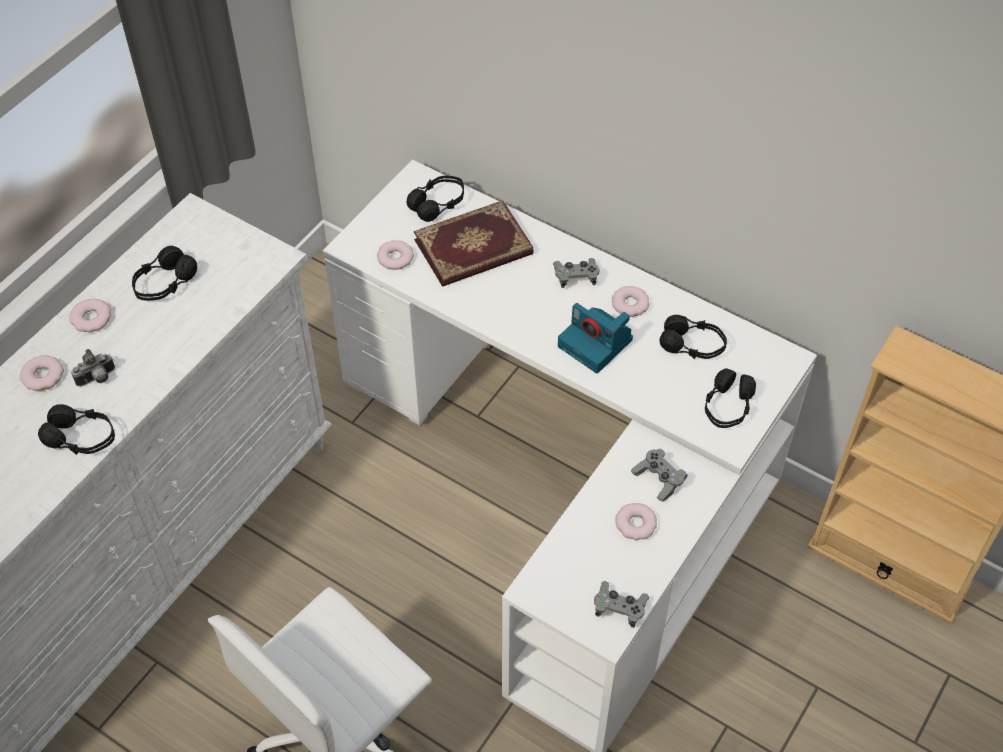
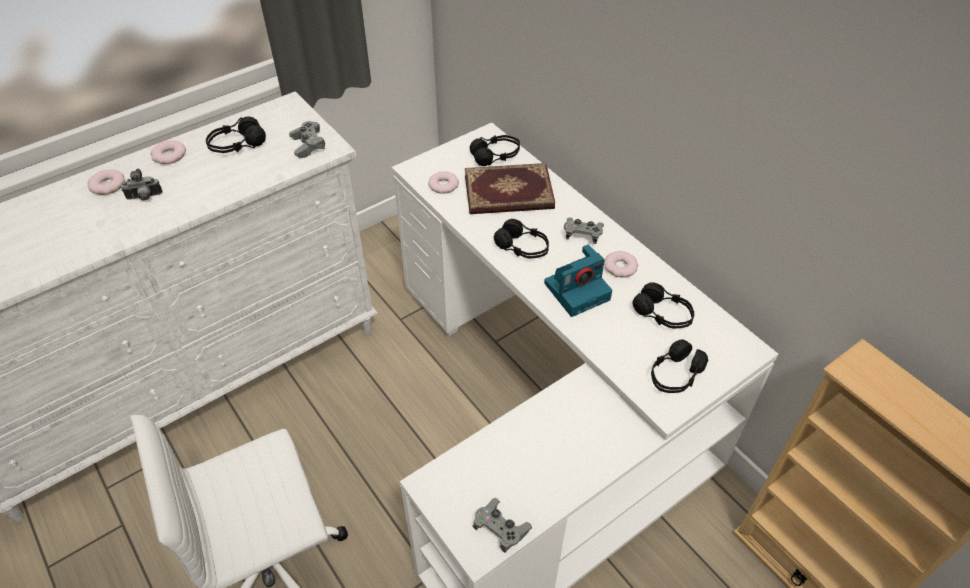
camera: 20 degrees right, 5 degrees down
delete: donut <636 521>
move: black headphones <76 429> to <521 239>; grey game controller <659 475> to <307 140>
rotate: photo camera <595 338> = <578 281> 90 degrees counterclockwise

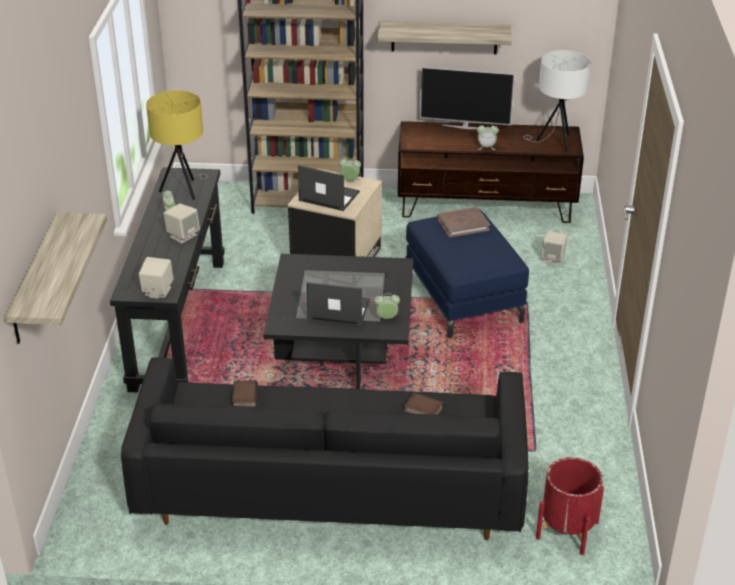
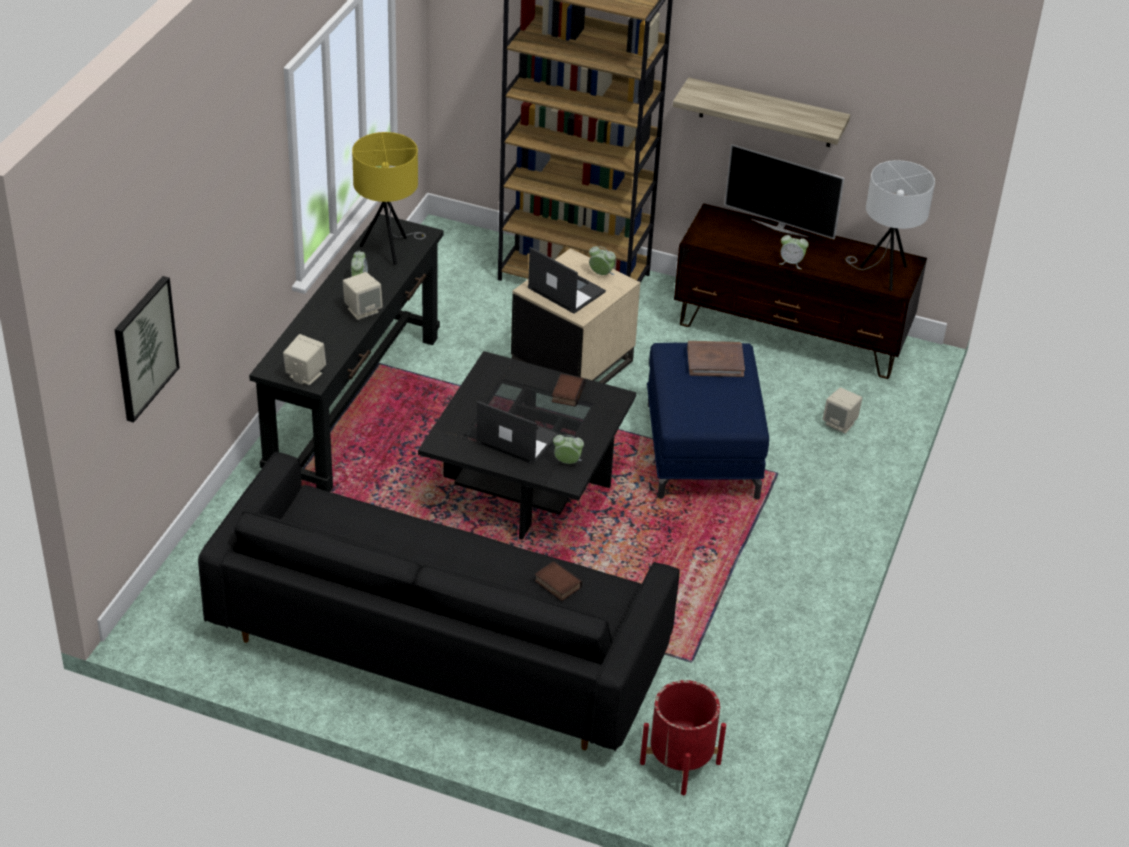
camera: 15 degrees right, 5 degrees up
move: book <245 393> to <569 390>
replace: shelf <56 278> to picture <147 349>

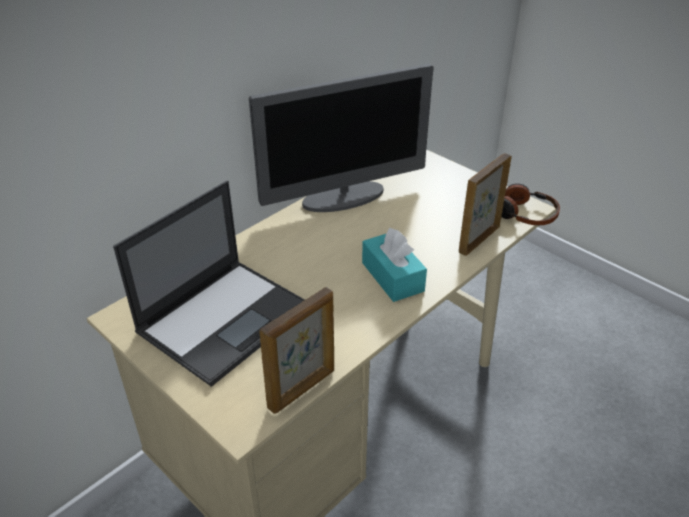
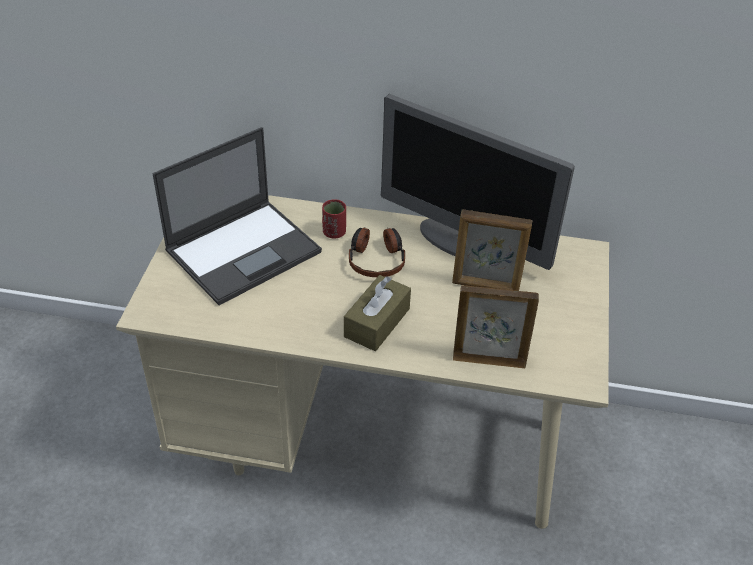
camera: 55 degrees right, 5 degrees up
insert: red cup <334 219>
move: picture frame <296 350> to <492 250>; headphones <531 204> to <377 252>
recolor: turquoise tissue box <394 265> to brown tissue box <377 313>
rotate: laptop <209 283> = <237 216> 45 degrees counterclockwise

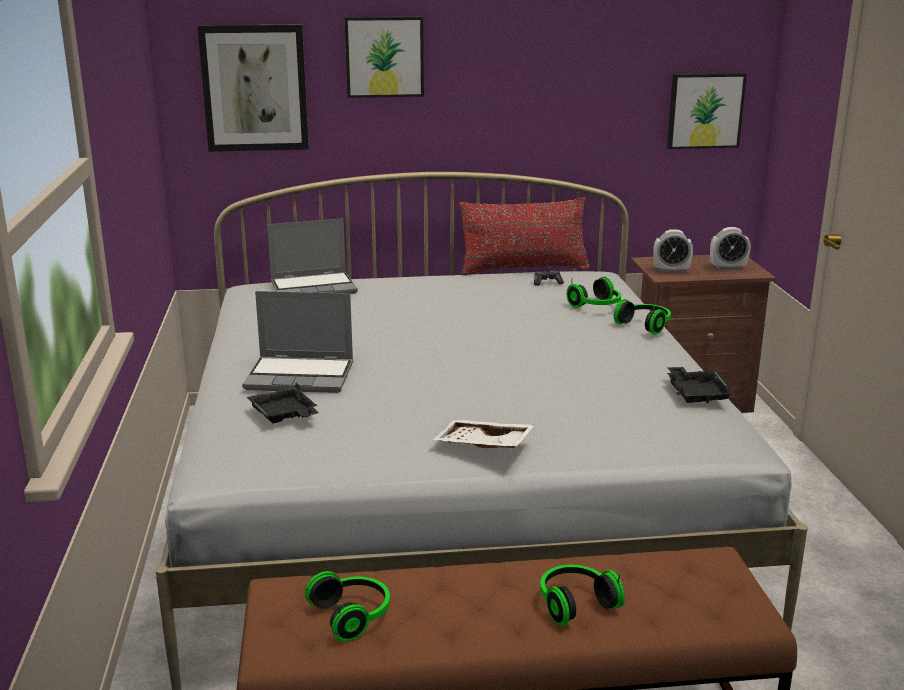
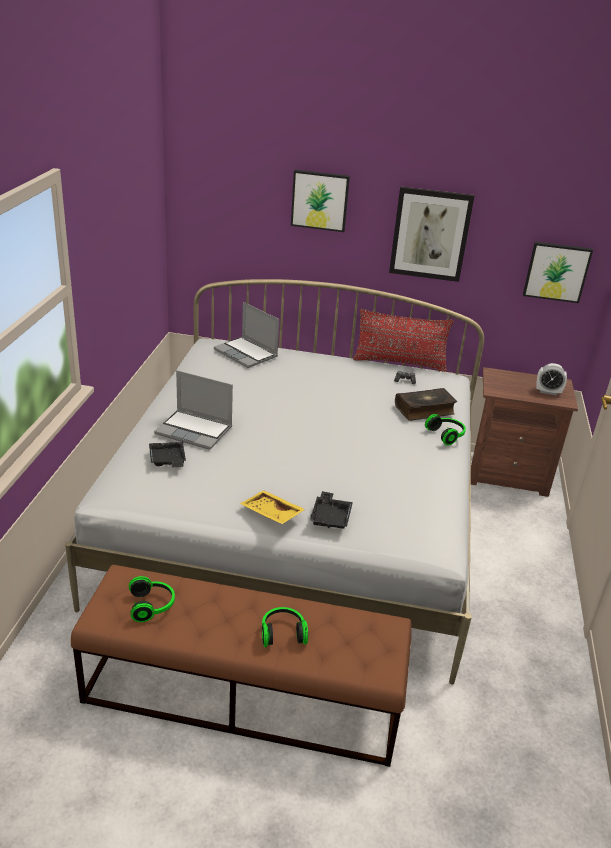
camera: 15 degrees right, 10 degrees up
delete: alarm clock <673 251>
move: picture <253 88> to <431 234>; black tray <700 385> to <331 509>
replace: headphones <593 292> to book <426 404>
recolor: white tray <483 434> to yellow tray <272 507>
rotate: laptop <312 256> = <246 335> 45 degrees clockwise

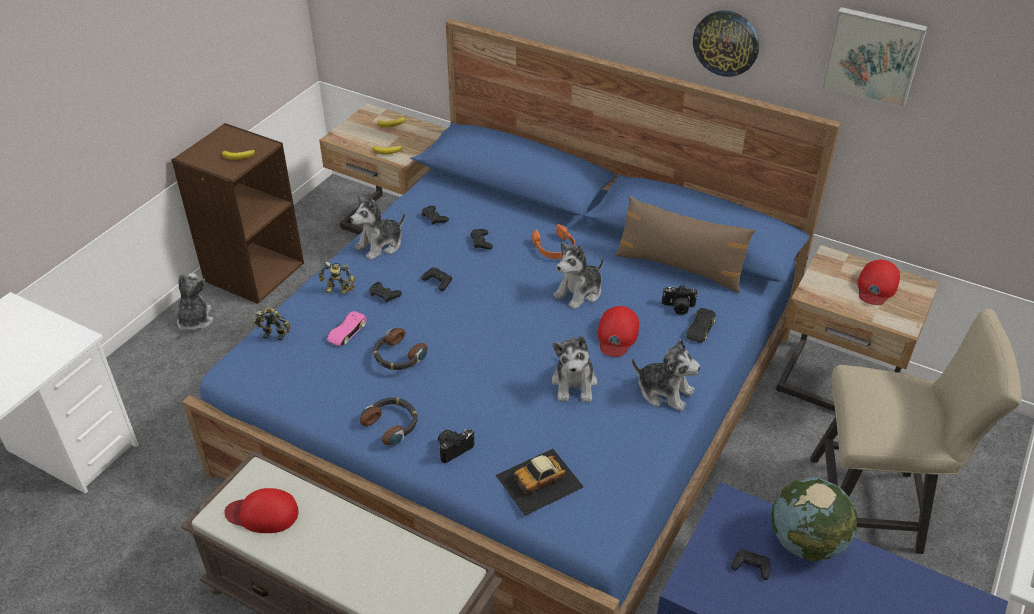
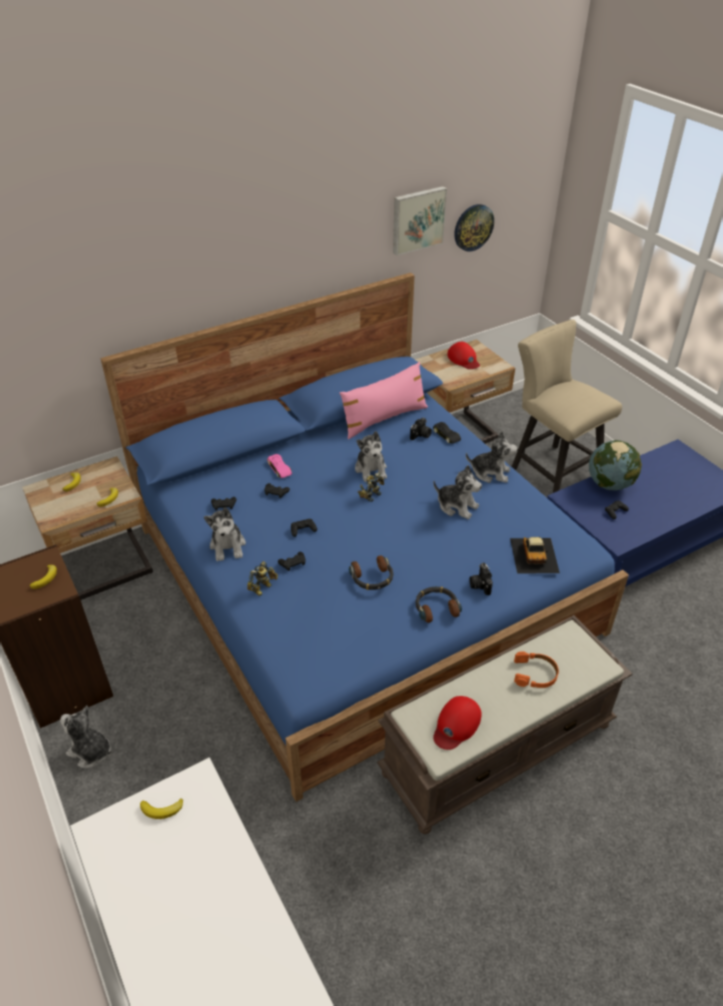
camera: 60 degrees left, 0 degrees up
delete: red cap <618 331>
insert: banana <161 808>
move: toy robot <271 324> to <371 487>; pink toy car <347 328> to <279 466>; orange headphones <553 241> to <536 669>; wall clock <726 44> to <474 227>
recolor: brown pillow <685 244> to pink pillow <383 400>
rotate: plush toy <666 375> = <491 457> 45 degrees clockwise; beige chair <916 431> = <567 406> 75 degrees counterclockwise

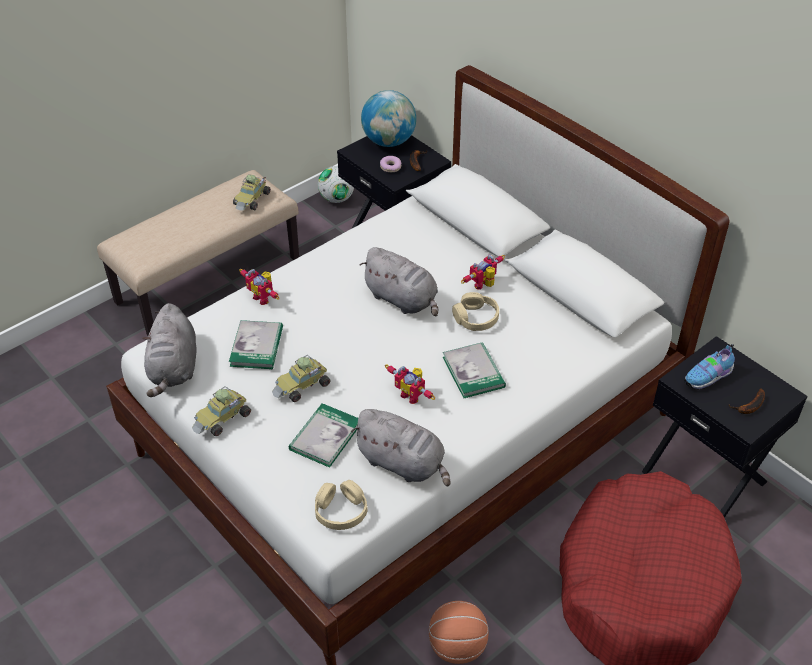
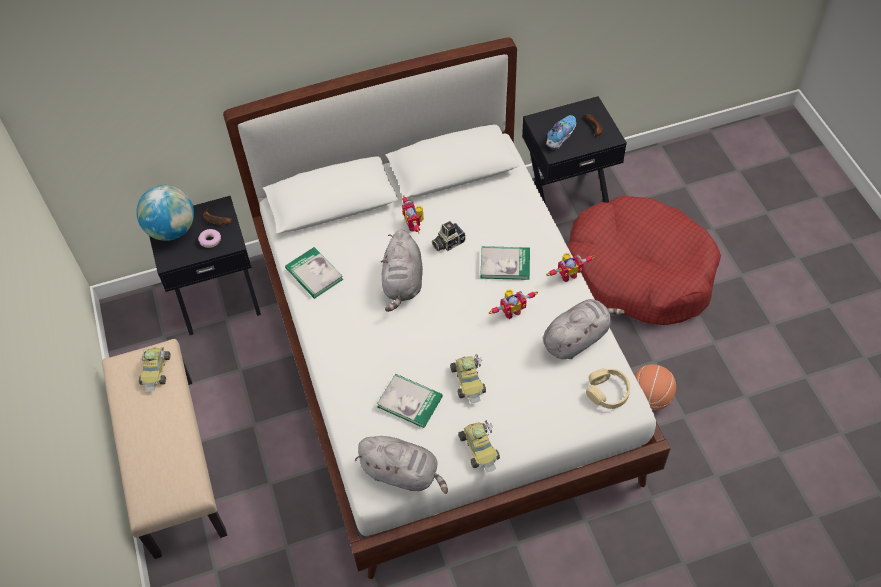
camera: 65 degrees left, 10 degrees up
delete: football <336 184>
move: toy robot <259 287> to <570 267>; book <323 435> to <314 273>
replace: beige headphones <475 311> to photo camera <449 236>
rotate: toy car <252 193> = <155 369> 45 degrees clockwise; grey plush toy <399 281> = <402 270> 120 degrees clockwise; shoe <709 367> = <561 132> 135 degrees counterclockwise

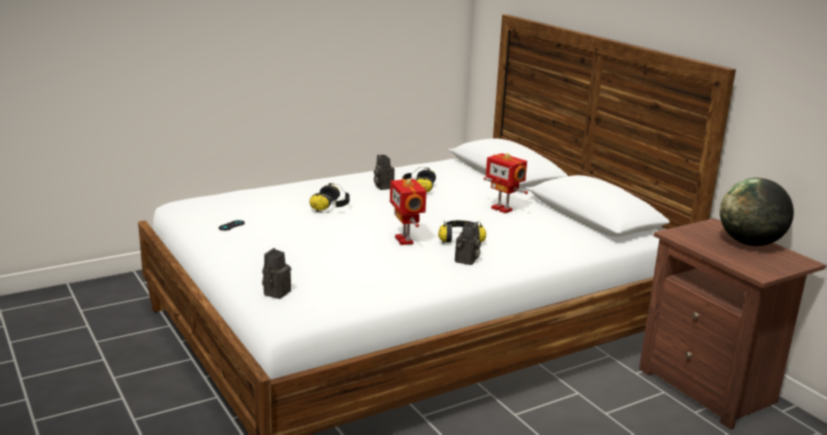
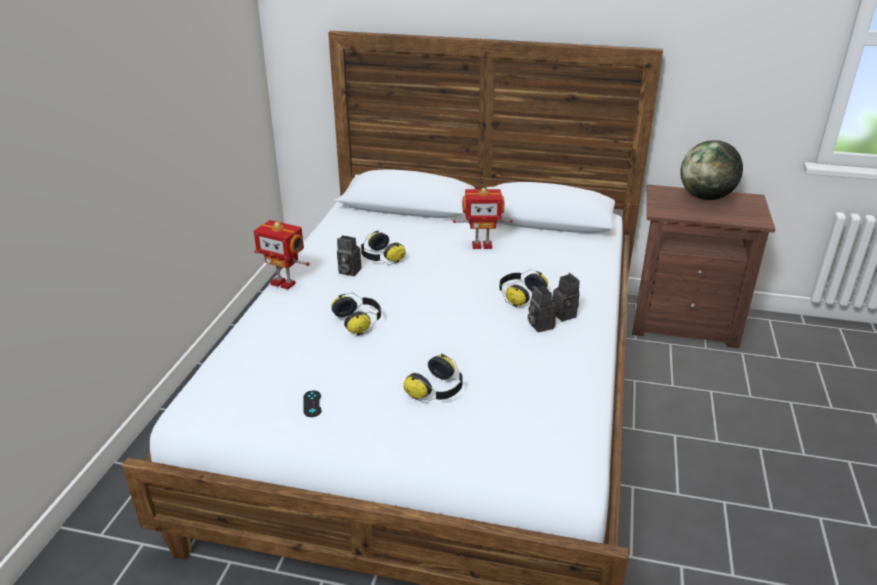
camera: 45 degrees left, 10 degrees up
insert: headphones <433 378>
move: photo camera <276 273> to <542 308>; toy robot <408 212> to <282 254>

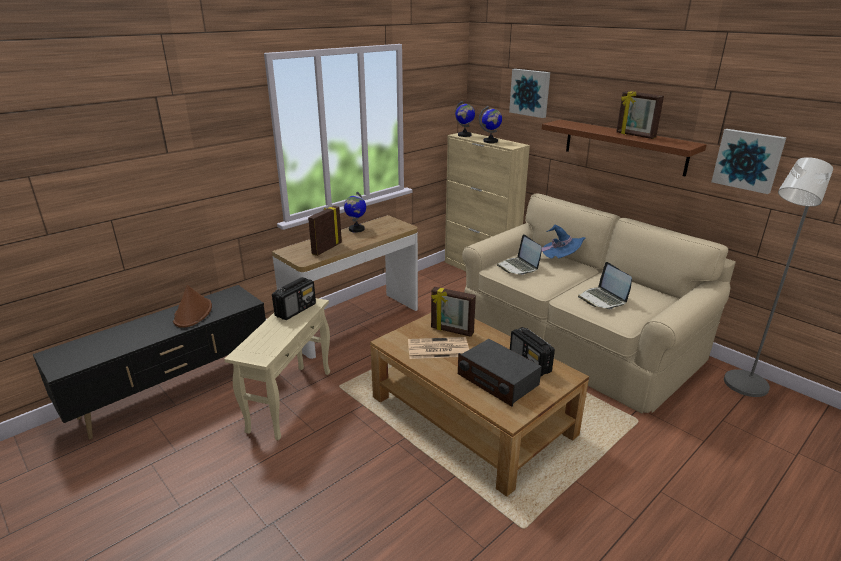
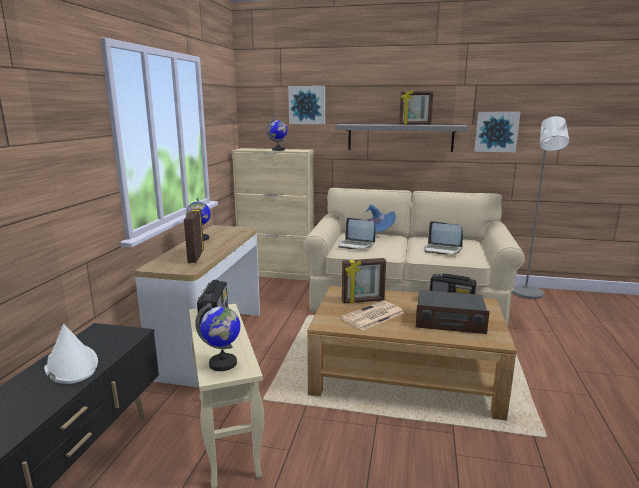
camera: 35 degrees left, 10 degrees down
move: globe <465 119> to <217 337>
recolor: brown hat <192 306> to white hat <71 354>; brown shelf <624 148> to grey shelf <401 138>

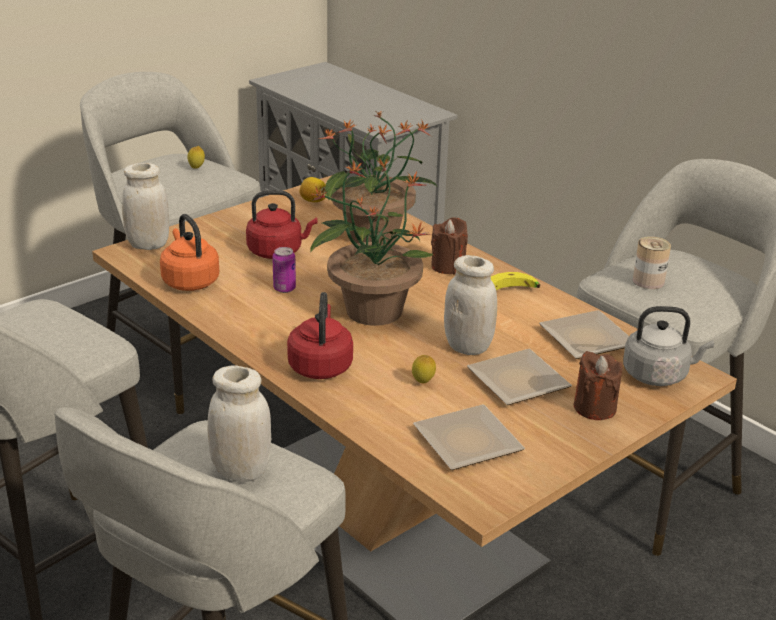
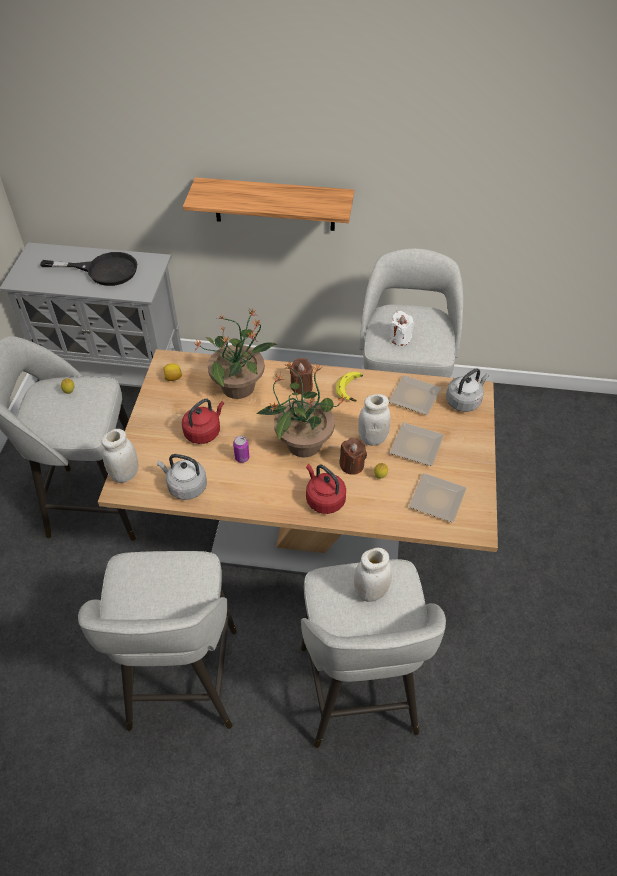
camera: 40 degrees left, 20 degrees up
insert: black frying pan <88 269>; shelf <268 204>
move: brown candle <598 385> to <353 456>
replace: can <652 263> to white candle <402 328>
recolor: orange kettle <189 252> to grey kettle <182 477>

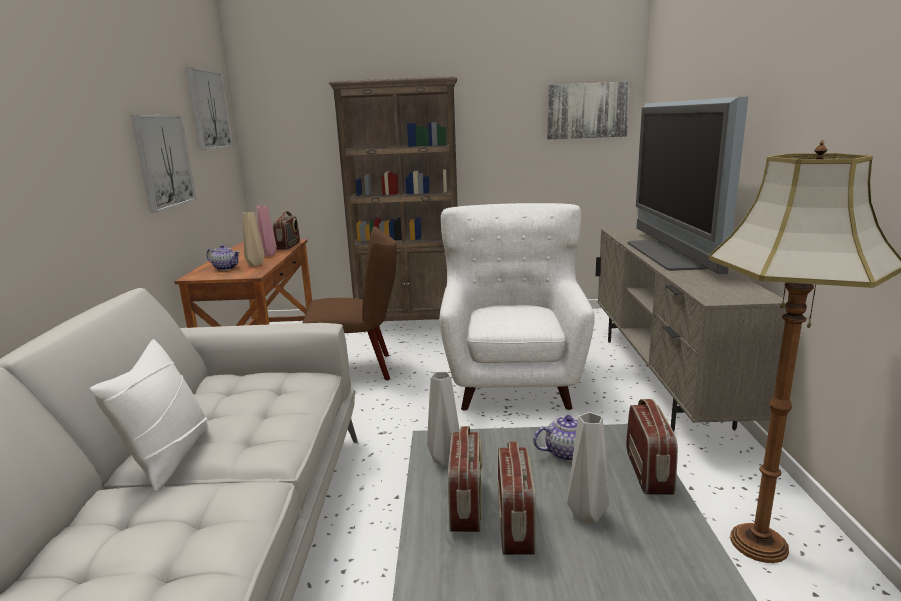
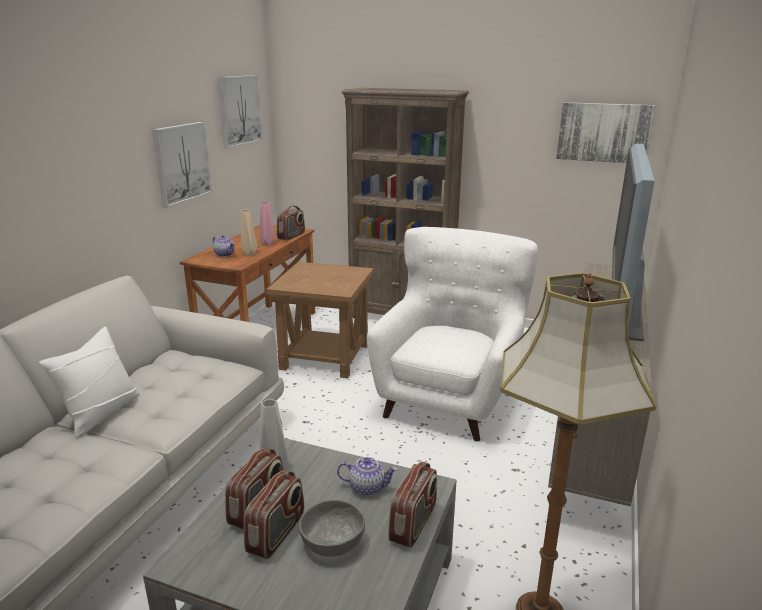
camera: 20 degrees right, 5 degrees up
replace: brown chair <349 303> to brown side table <320 320>; grey vase <588 467> to grey bowl <332 528>

